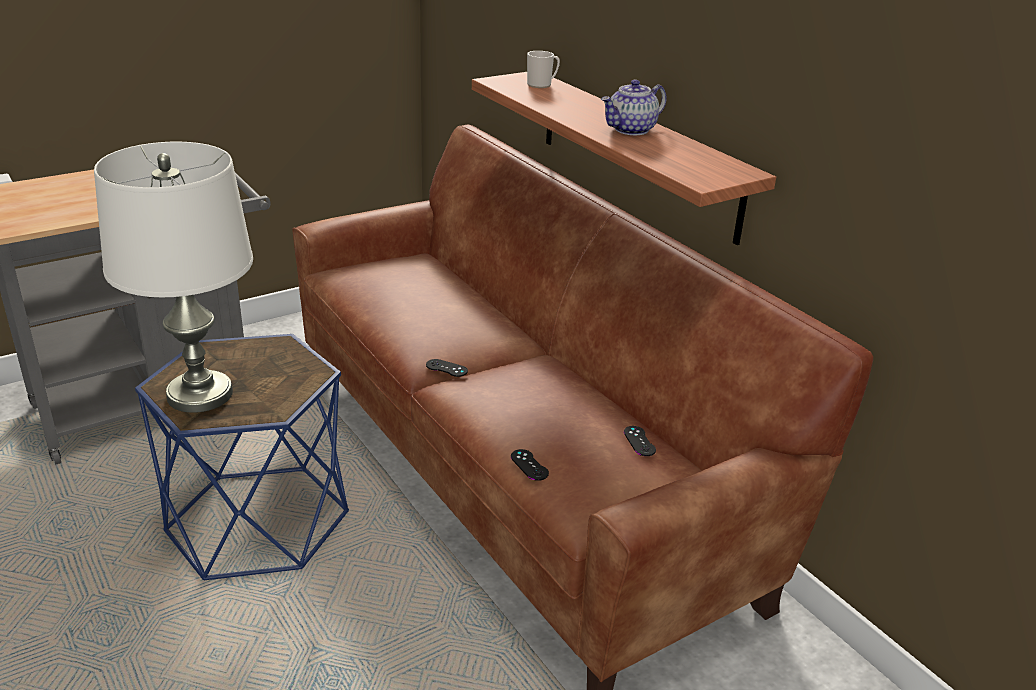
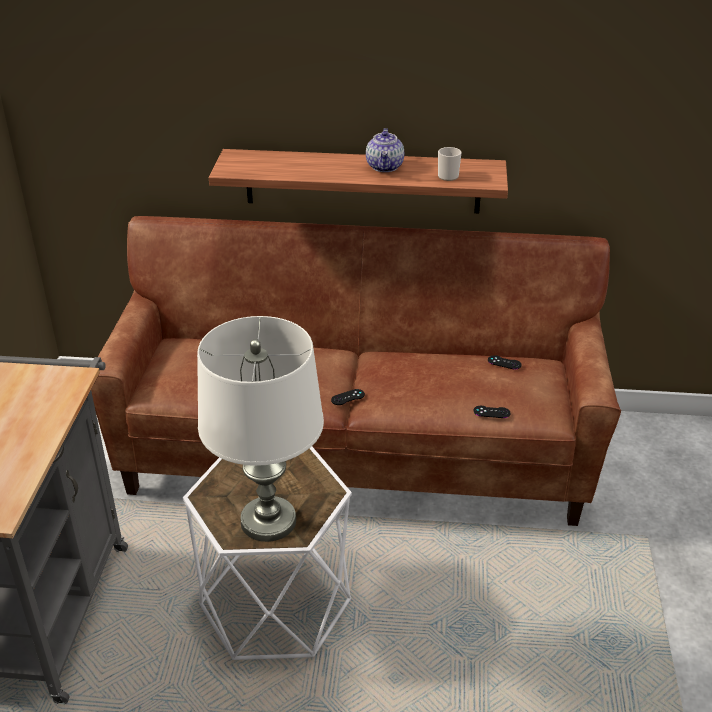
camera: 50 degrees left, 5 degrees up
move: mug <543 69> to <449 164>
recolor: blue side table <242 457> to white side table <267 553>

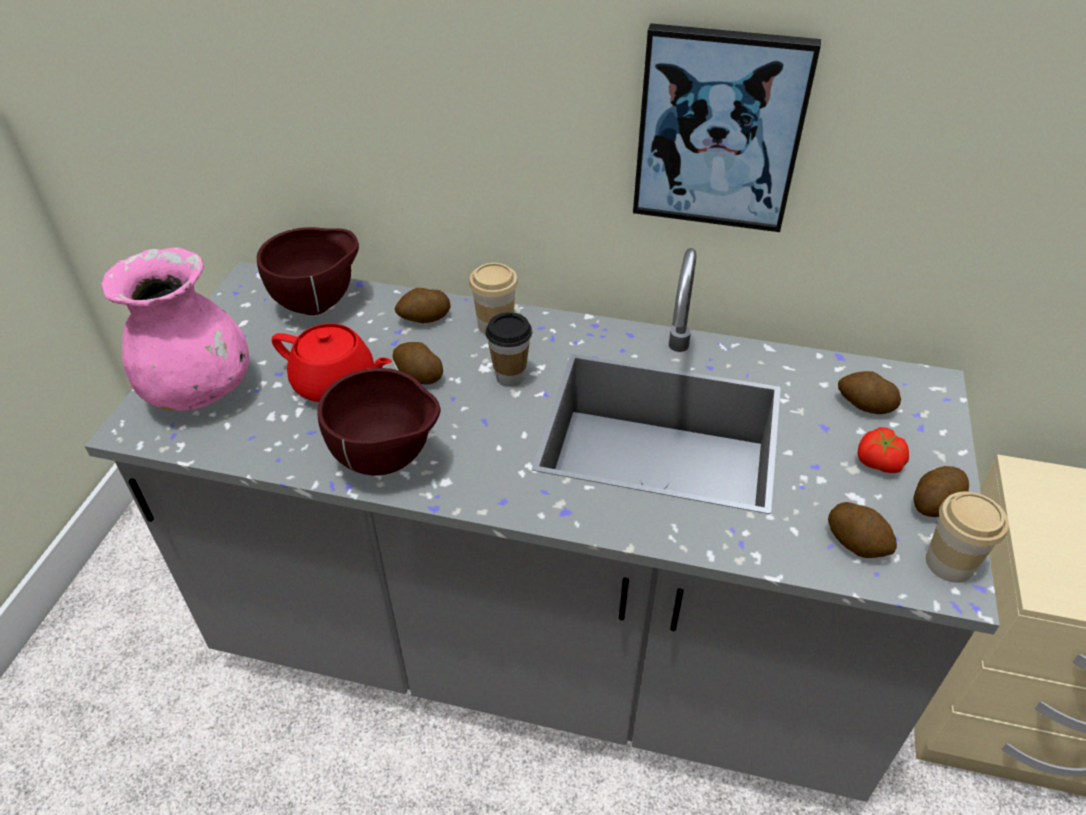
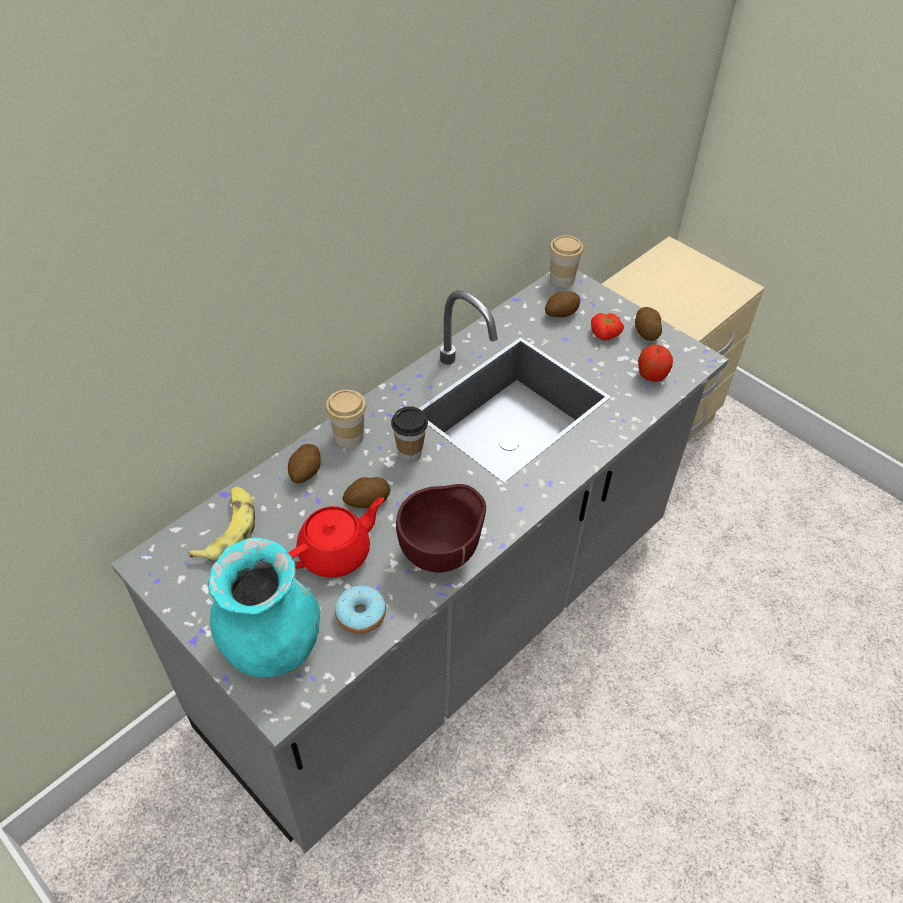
camera: 60 degrees left, 5 degrees up
delete: picture <727 127>
insert: donut <360 609>
move: cup <967 537> to <566 261>
replace: brown bowl <308 271> to banana <221 523>; potato <862 530> to apple <655 363>
recolor: pink vase <175 329> to turquoise vase <264 607>

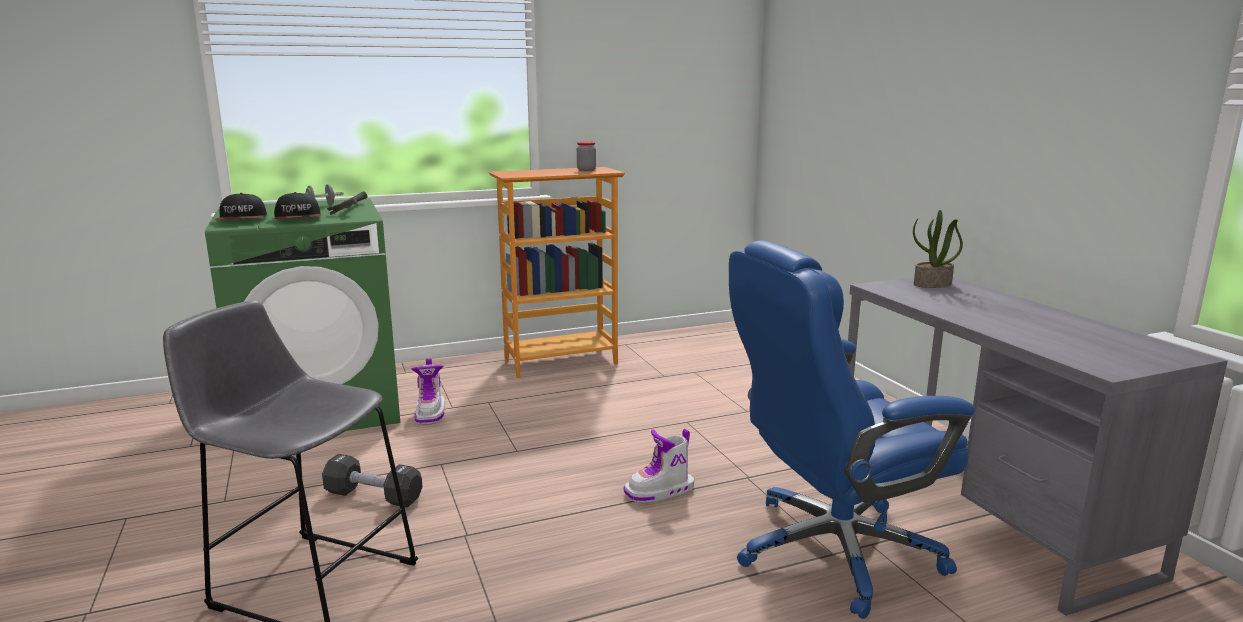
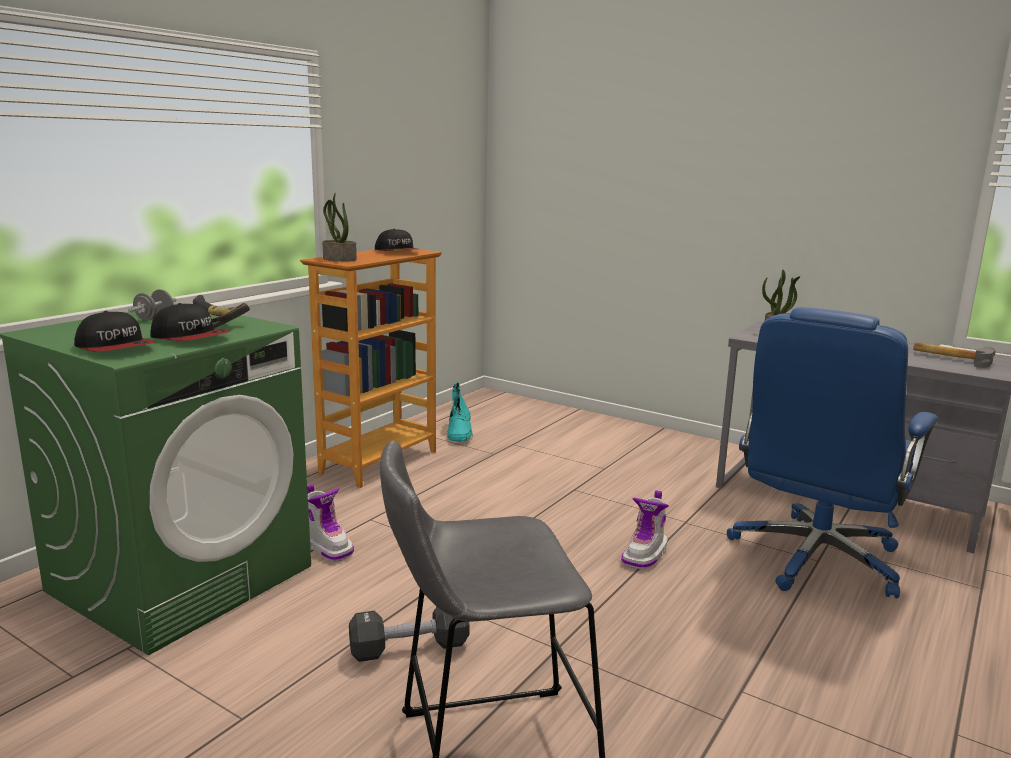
camera: 35 degrees left, 0 degrees up
insert: potted plant <339 227>; turquoise boot <459 412>; hammer <954 355>
replace: jar <586 156> to cap <396 239>

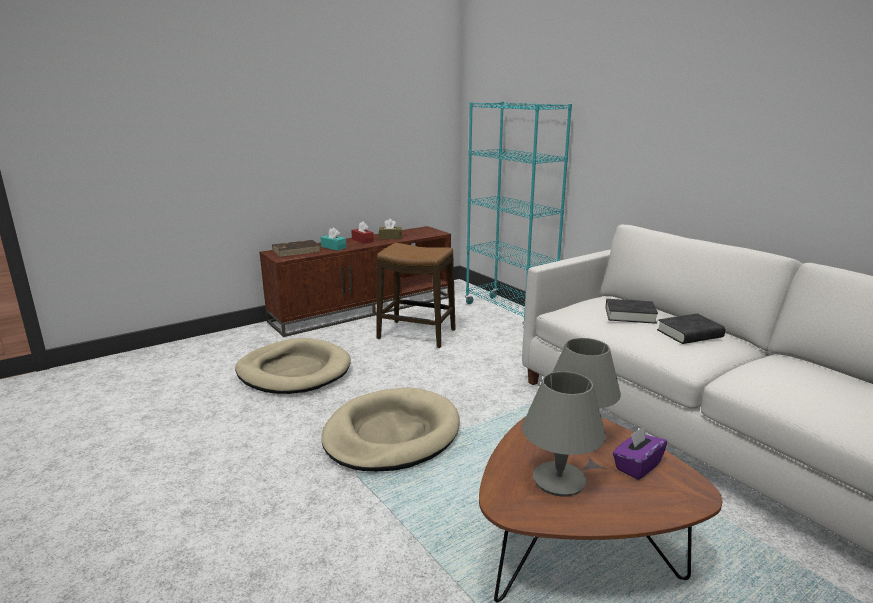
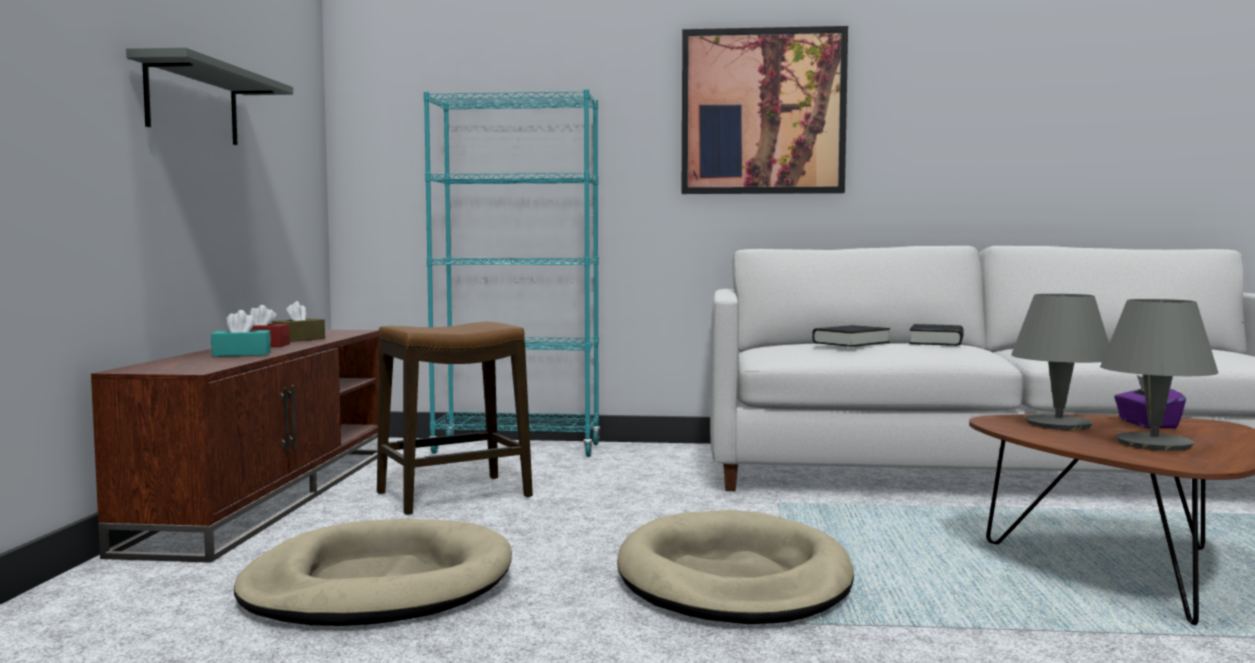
camera: 50 degrees left, 15 degrees down
delete: brown book <296 248>
insert: grey shelf <209 96>; picture <765 110>

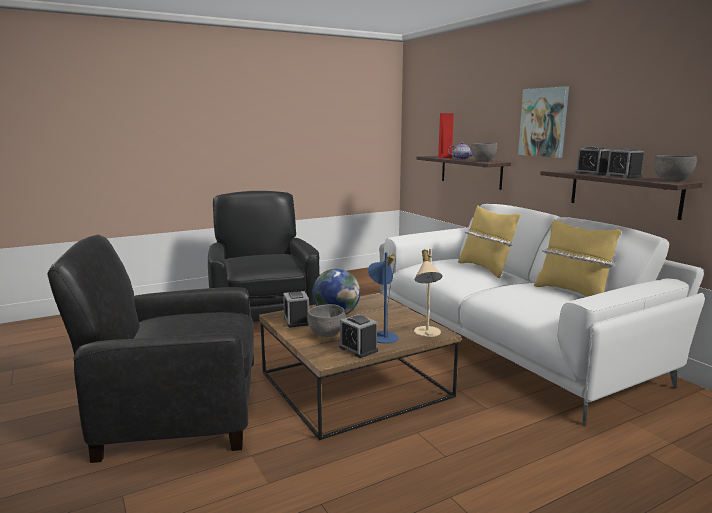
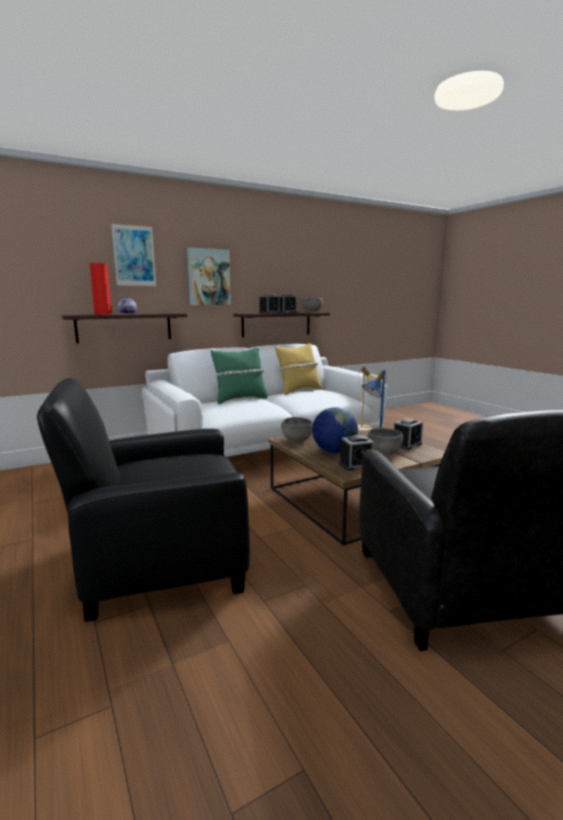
camera: 90 degrees left, 0 degrees up
insert: picture <133 255>
move: grey bowl <484 152> to <297 430>
recolor: yellow pillow <489 241> to green pillow <239 376>

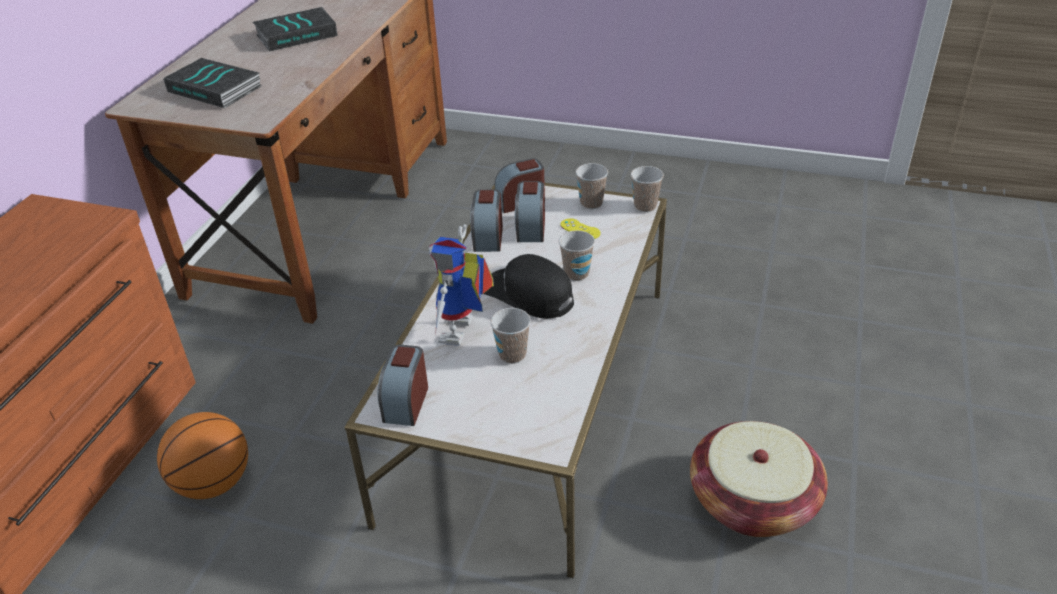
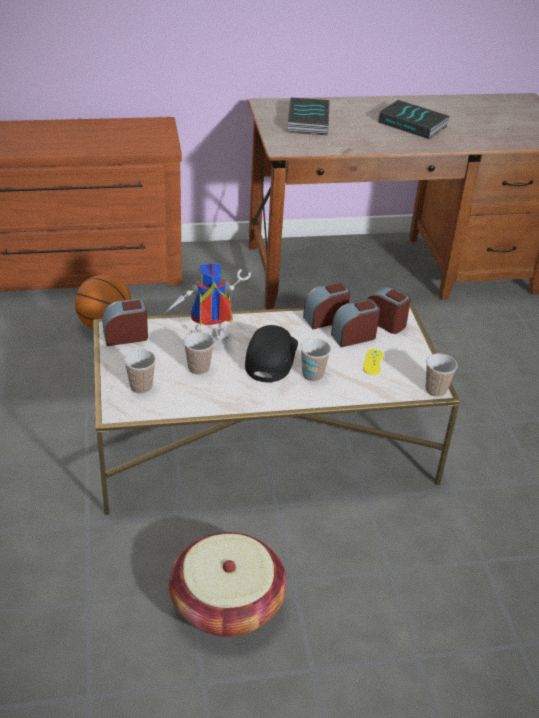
camera: 60 degrees right, 0 degrees up
move: cup <592 186> to <140 371>

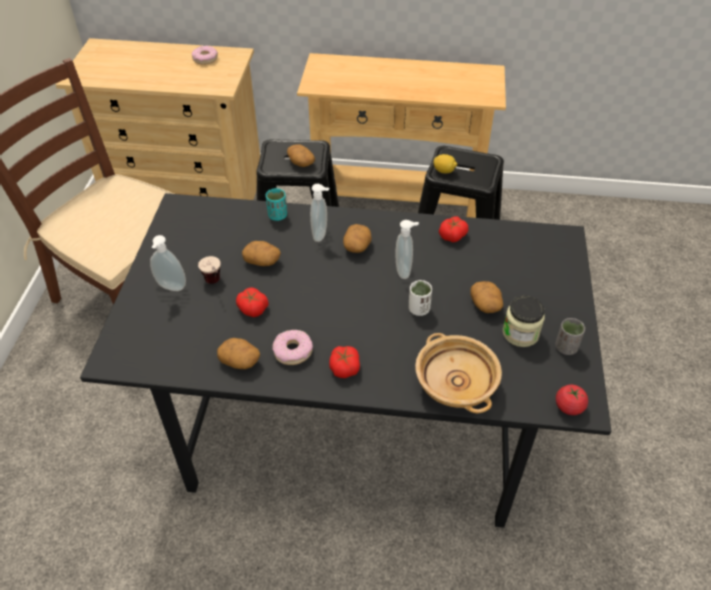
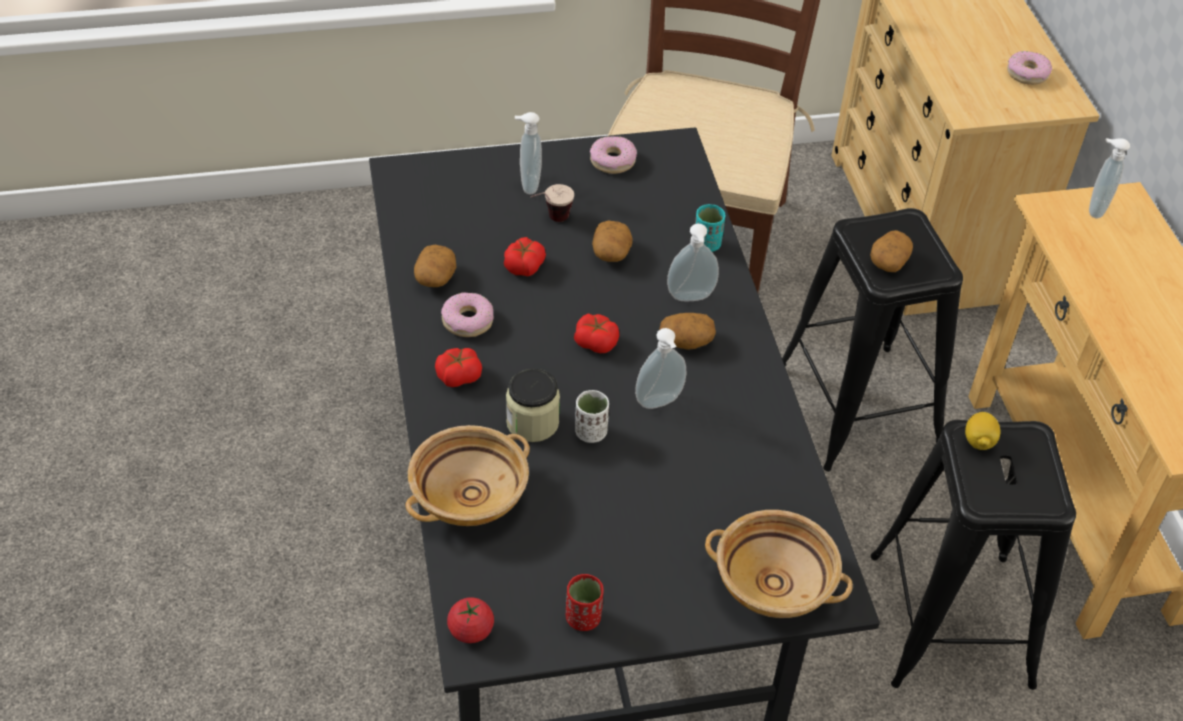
camera: 70 degrees right, 0 degrees up
delete: potato <487 297>
insert: donut <613 155>; beige bowl <779 564>; soap dispenser <1109 178>
move: tomato <453 229> to <596 333>; jar <524 321> to <533 405>
recolor: grey cup <570 336> to red cup <584 602>

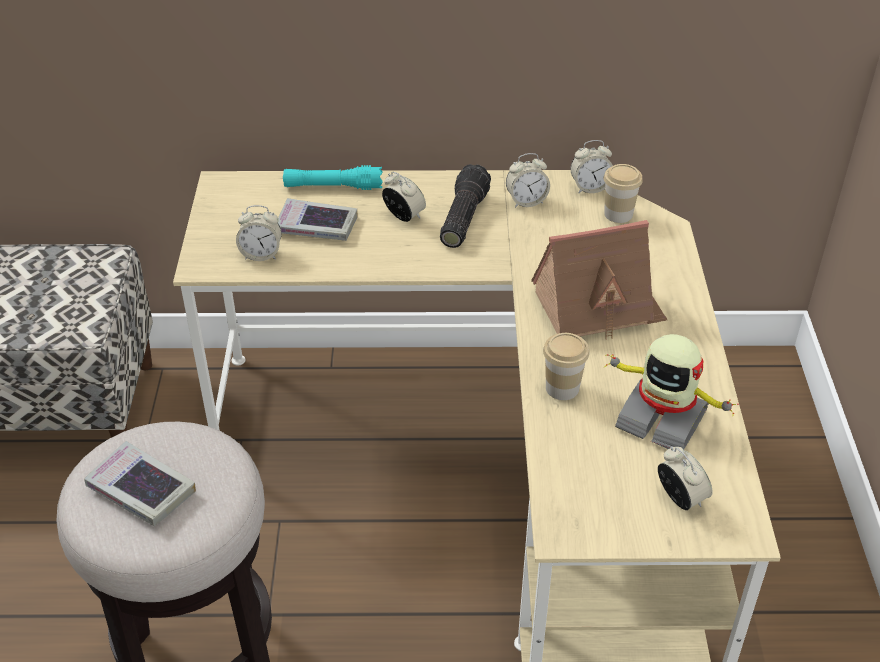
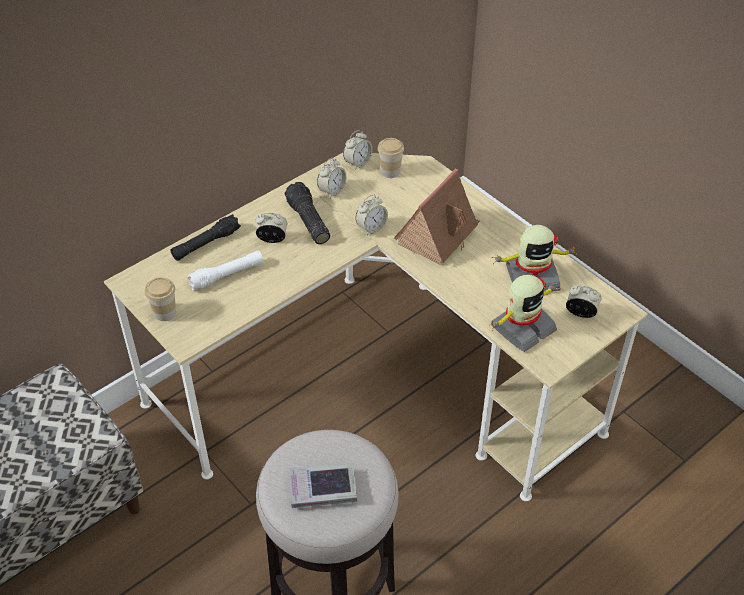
camera: 40 degrees left, 5 degrees up
insert: toy robot <523 313>
move: alarm clock <259 233> to <371 215>; cup <566 366> to <160 299>
replace: book <318 219> to white flashlight <225 270>
recolor: turquoise flashlight <333 177> to black flashlight <205 237>

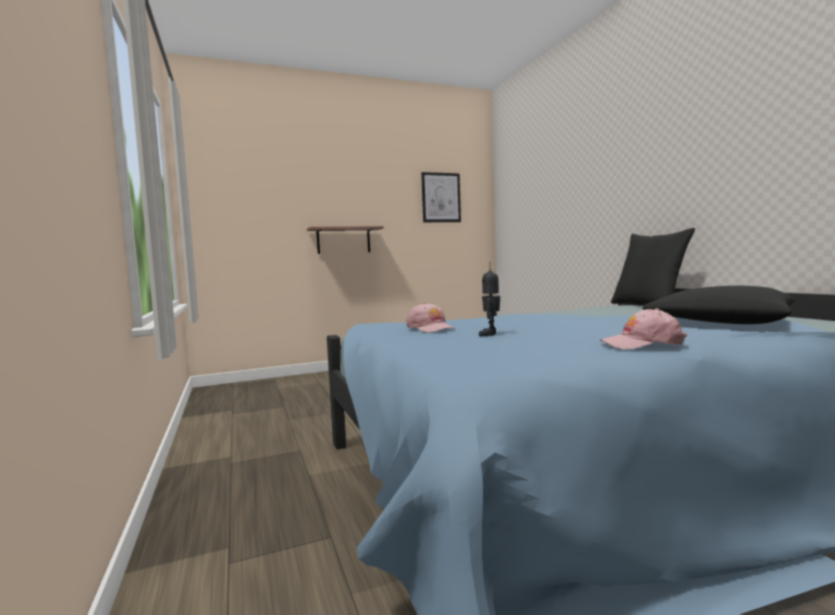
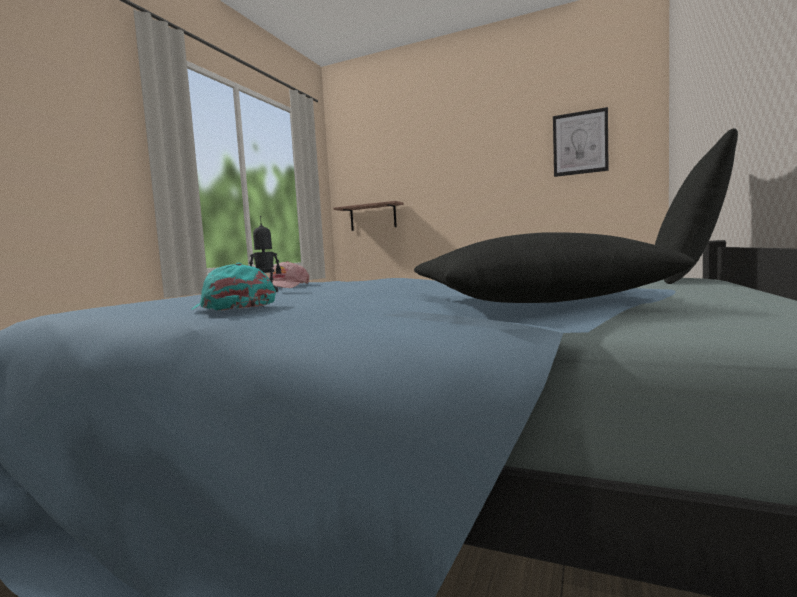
camera: 45 degrees right, 0 degrees up
move: shelf <345 240> to <368 216>
recolor: pink cap <643 328> to turquoise cap <233 287>

